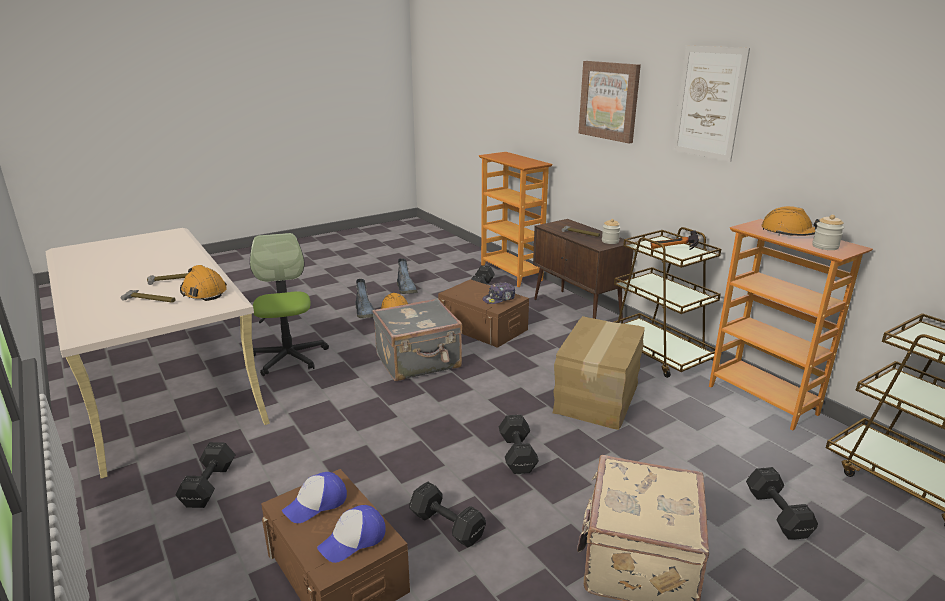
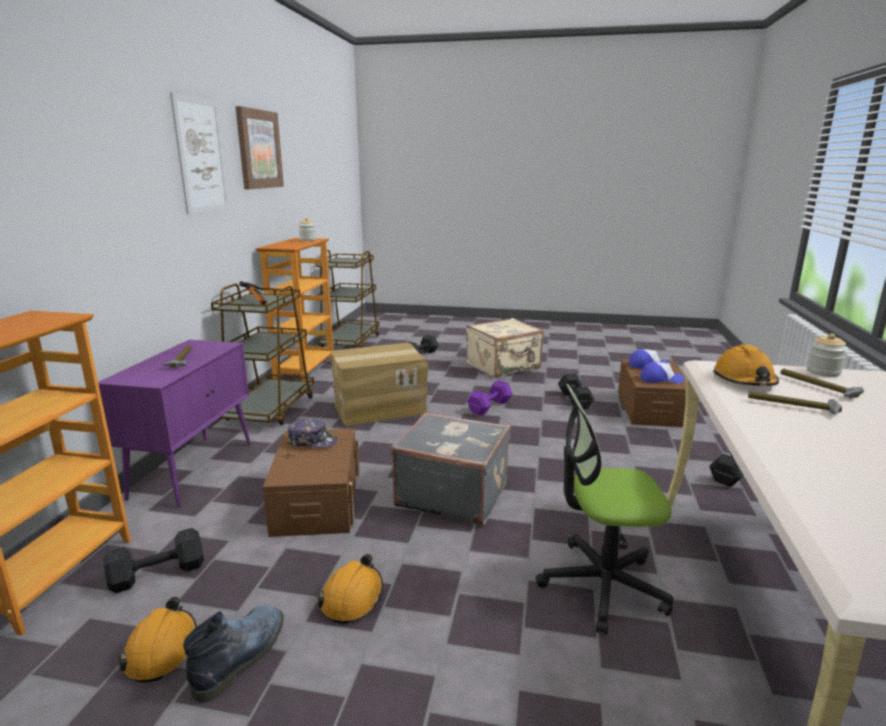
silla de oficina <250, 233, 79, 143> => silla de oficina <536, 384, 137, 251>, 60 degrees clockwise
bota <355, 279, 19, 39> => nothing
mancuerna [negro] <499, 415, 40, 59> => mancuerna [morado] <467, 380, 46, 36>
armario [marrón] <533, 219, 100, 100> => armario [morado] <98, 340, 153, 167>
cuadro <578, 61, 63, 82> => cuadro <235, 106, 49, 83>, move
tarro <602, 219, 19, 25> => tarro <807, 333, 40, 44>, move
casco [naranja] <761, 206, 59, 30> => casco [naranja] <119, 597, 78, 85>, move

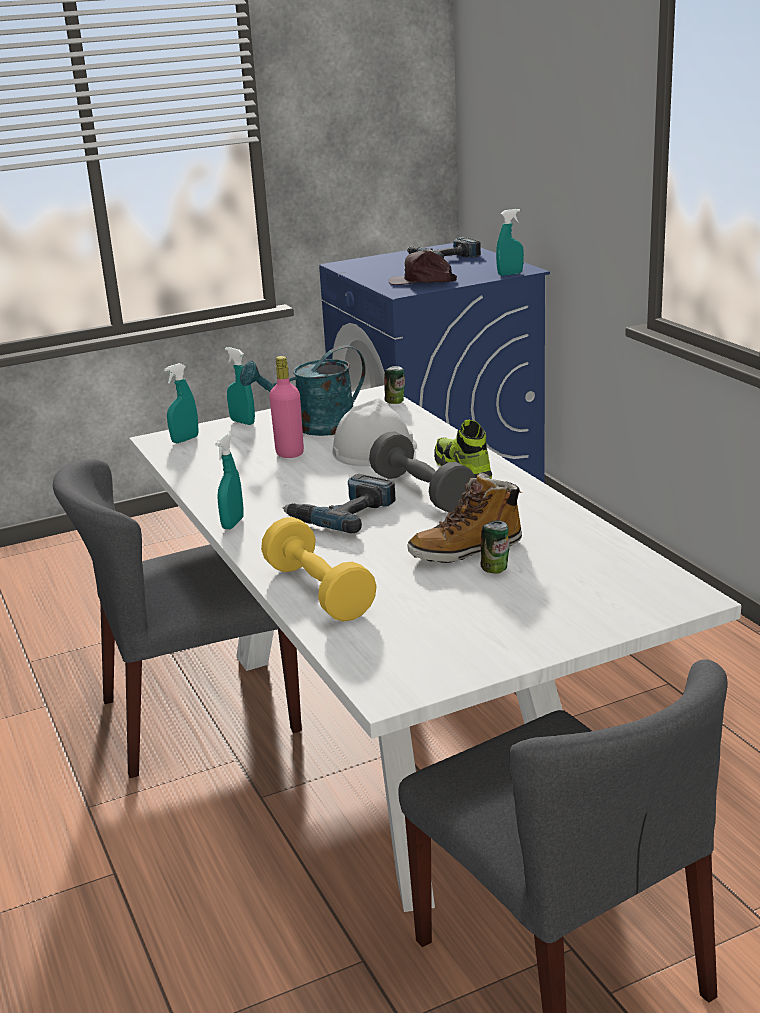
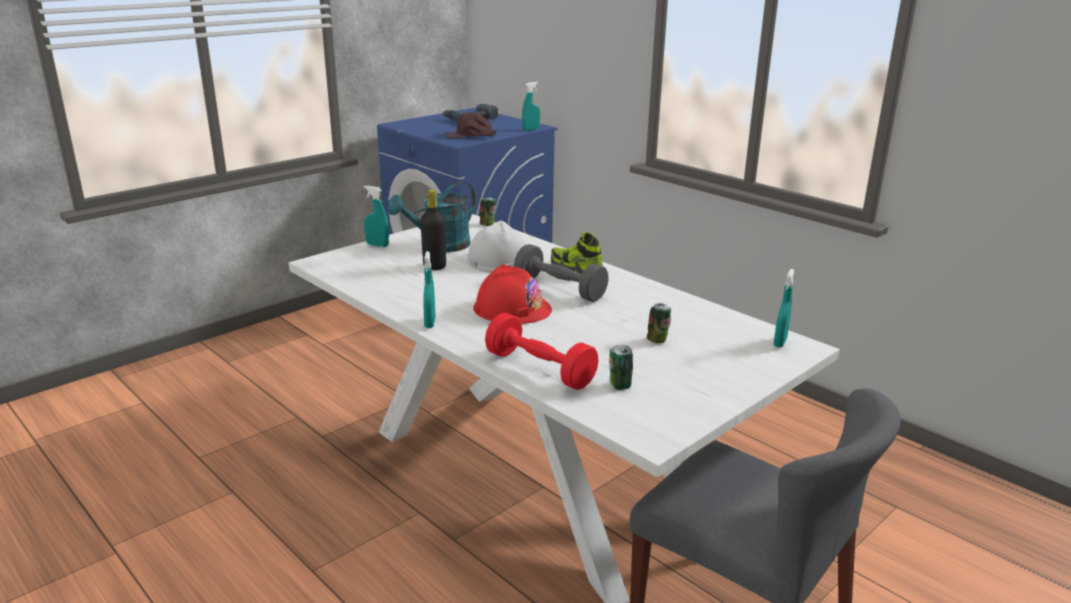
silla [gris] <53, 458, 249, 320> => nothing
pulverizador [turquesa] <164, 363, 34, 80> => pulverizador [turquesa] <773, 269, 21, 78>, move
mancuerna [amarillo] <261, 517, 116, 105> => mancuerna [rojo] <485, 313, 113, 77>
botella [rosa] <269, 356, 35, 102> => botella [negro] <420, 190, 26, 80>
taladro <282, 474, 114, 59> => casco [rojo] <473, 264, 79, 60>
bota <407, 472, 115, 91> => nothing
nothing => lata <609, 345, 24, 45>

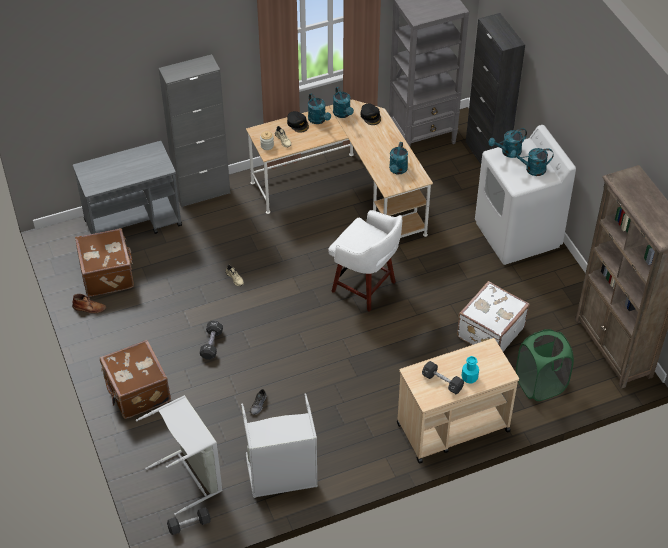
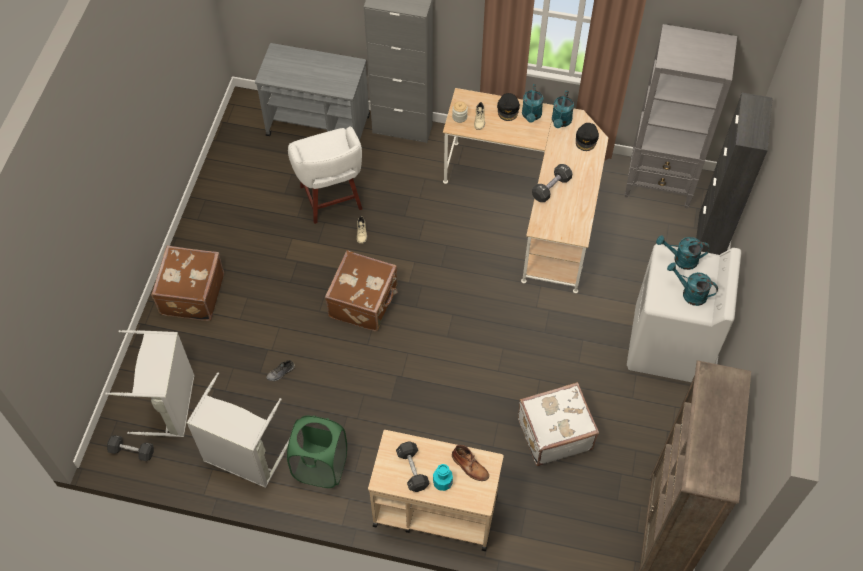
bota [marrón] <72, 294, 34, 19> => bota [marrón] <452, 445, 37, 36>, move
maleta [marrón] <75, 228, 59, 69> => maleta [marrón] <325, 250, 73, 81>, move
mancuerna [negro] <200, 321, 23, 39> => mancuerna [negro] <532, 164, 41, 38>, move
taburete [blanco] <329, 210, 73, 102> => taburete [blanco] <288, 126, 74, 98>, move
regadera [turquesa] <389, 142, 19, 33> => nothing
cesto de la ropa [verde] <516, 329, 58, 72> => cesto de la ropa [verde] <287, 416, 60, 72>, move

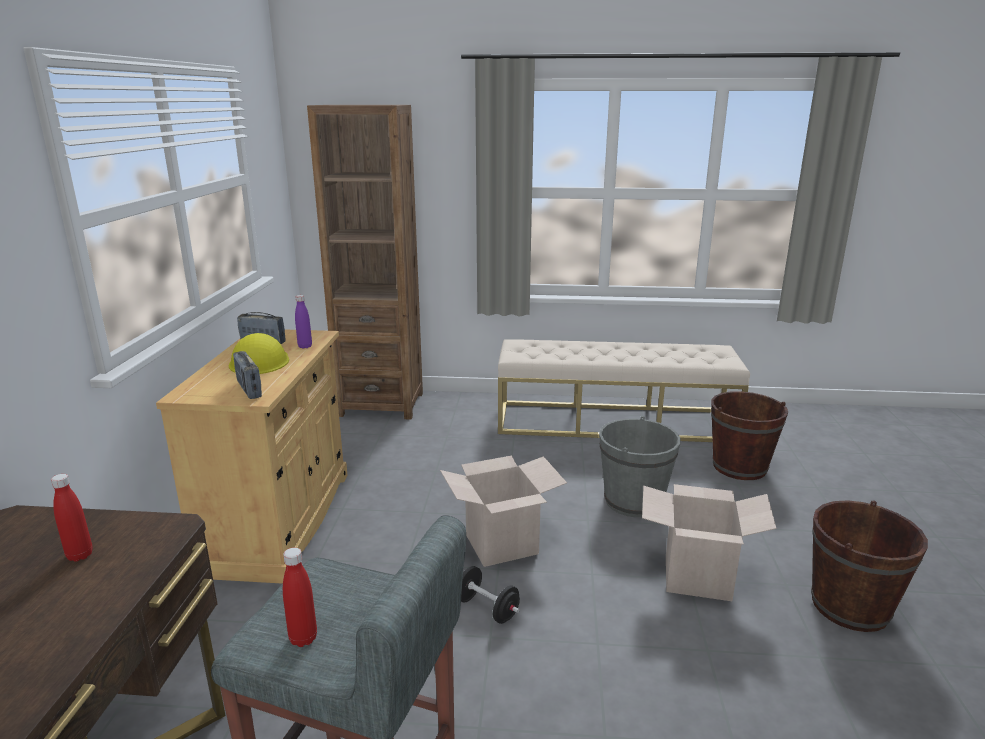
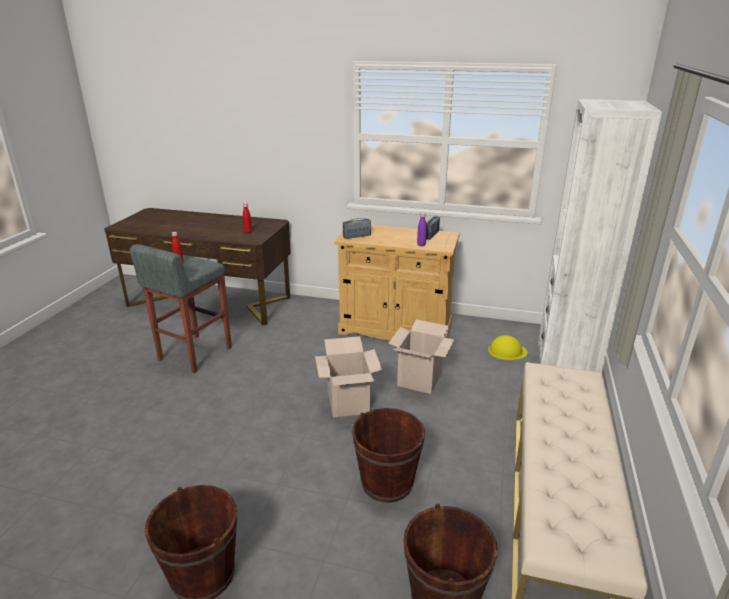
casco [amarillo] <229, 333, 60, 41> => casco [amarillo] <488, 335, 40, 25>, move
estantería [marrón] <307, 105, 116, 315> => estantería [blanco] <538, 99, 124, 273>
mancuerna [negro] <461, 566, 59, 58> => nothing
cubo [gris] <599, 416, 82, 102> => cubo [marrón] <352, 408, 73, 95>
caja de cartón <642, 484, 135, 117> => caja de cartón <389, 320, 66, 74>, move

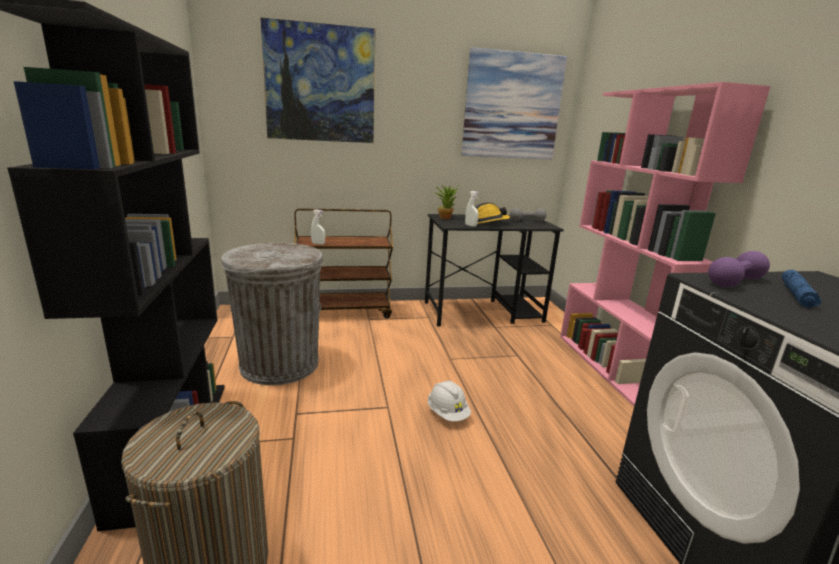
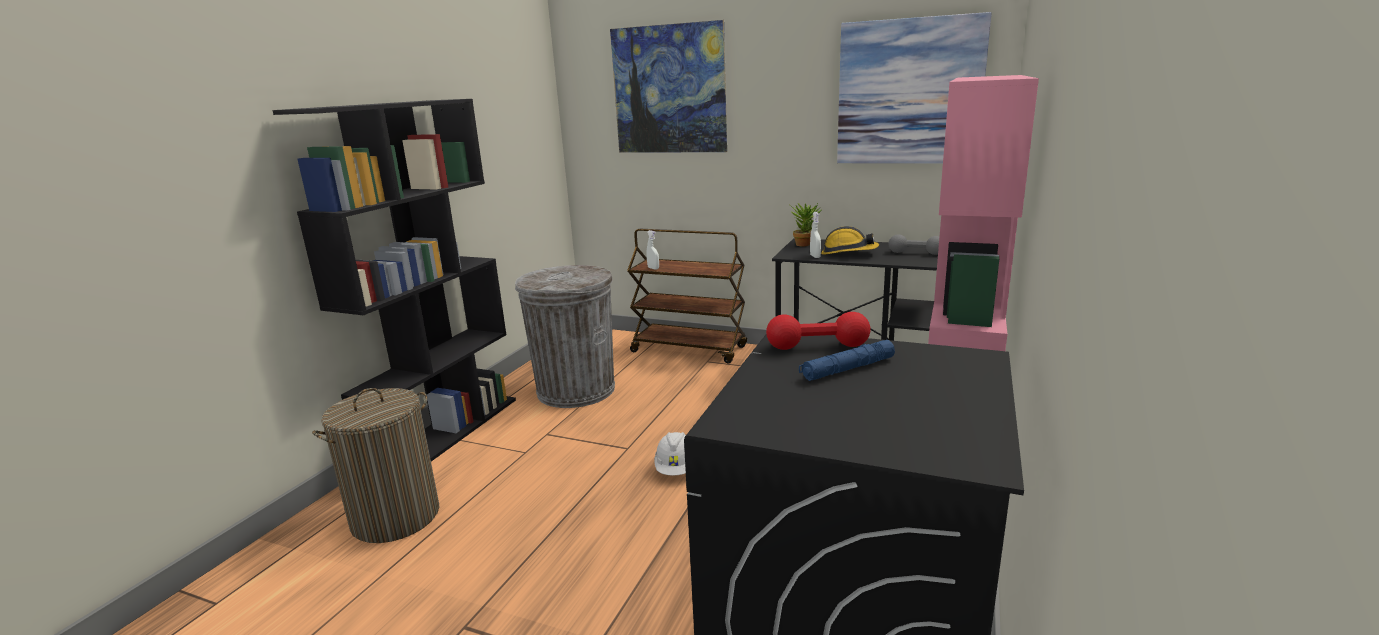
mancuerna [morado] <708, 251, 62, 36> => mancuerna [rojo] <766, 312, 105, 38>

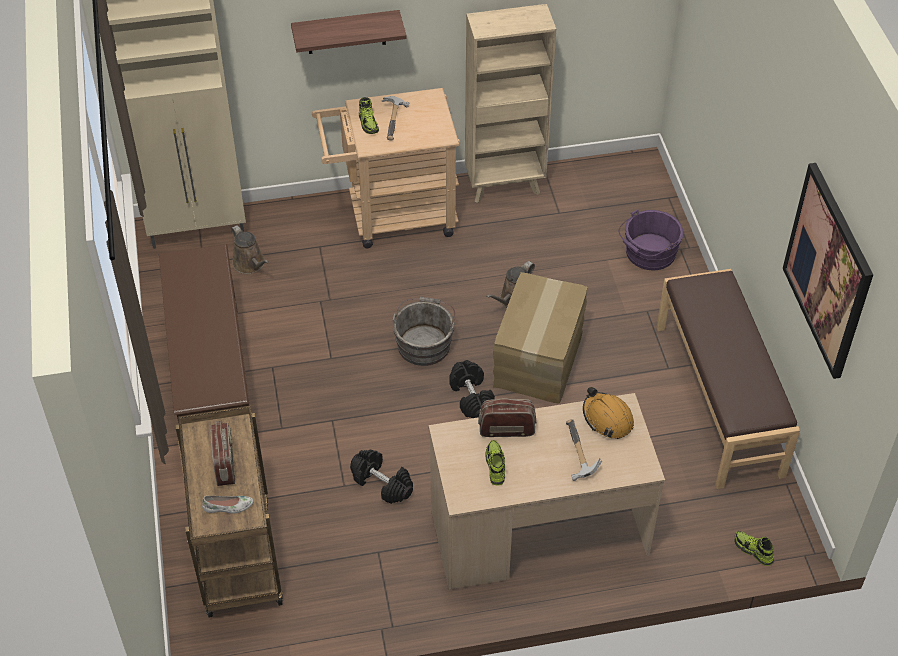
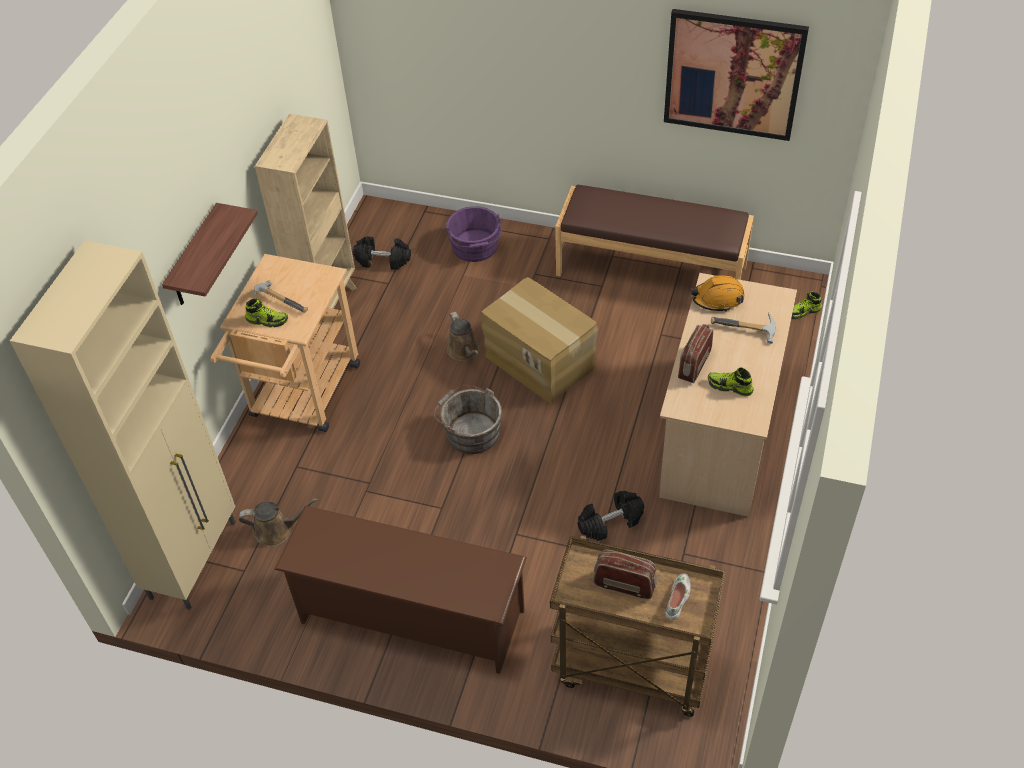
mancuerna [negro] <449, 360, 46, 58> => mancuerna [negro] <353, 236, 58, 34>, move

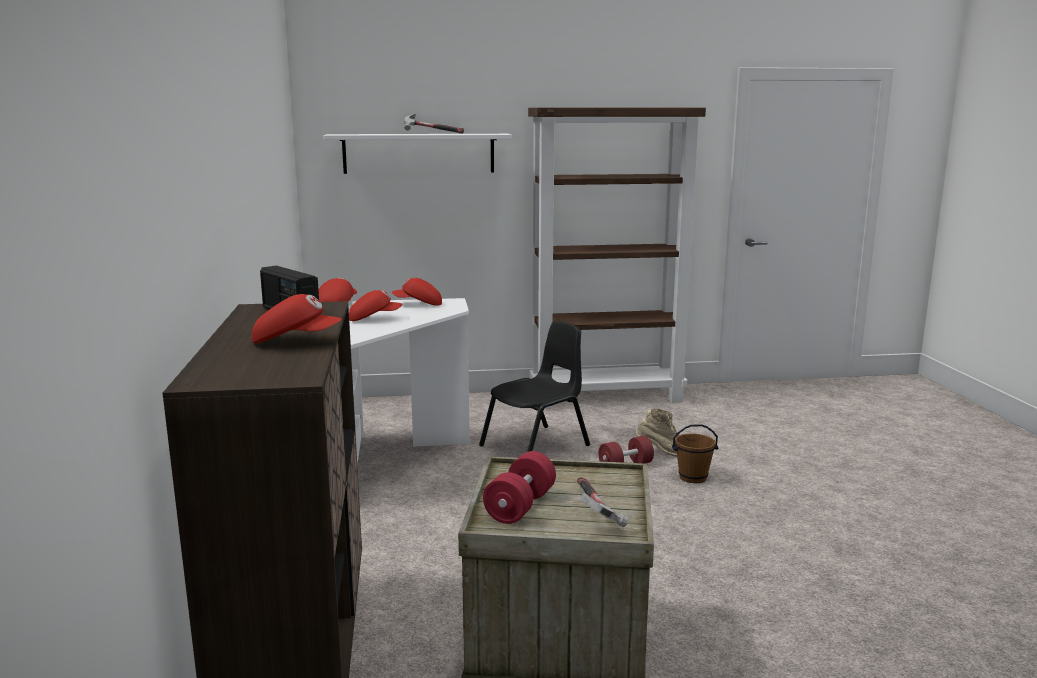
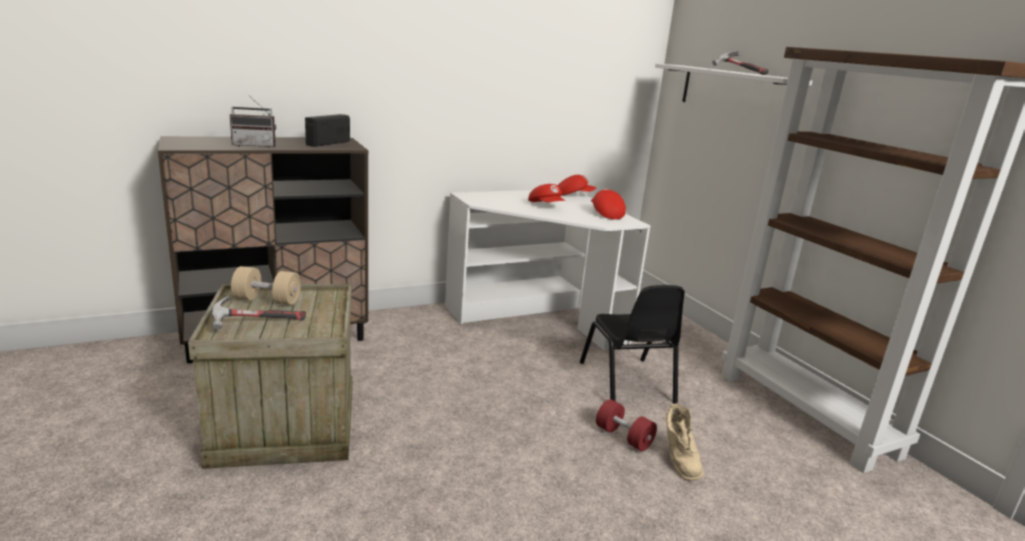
gorra [rojo] <252, 294, 90, 49> => radio <229, 97, 47, 51>
silla [negro] <479, 321, 111, 131> => silla [negro] <580, 285, 105, 119>, 45 degrees clockwise
mancuerna [rojo] <483, 451, 73, 73> => mancuerna [beis] <231, 266, 70, 39>
cubo [marrón] <672, 424, 46, 59> => nothing

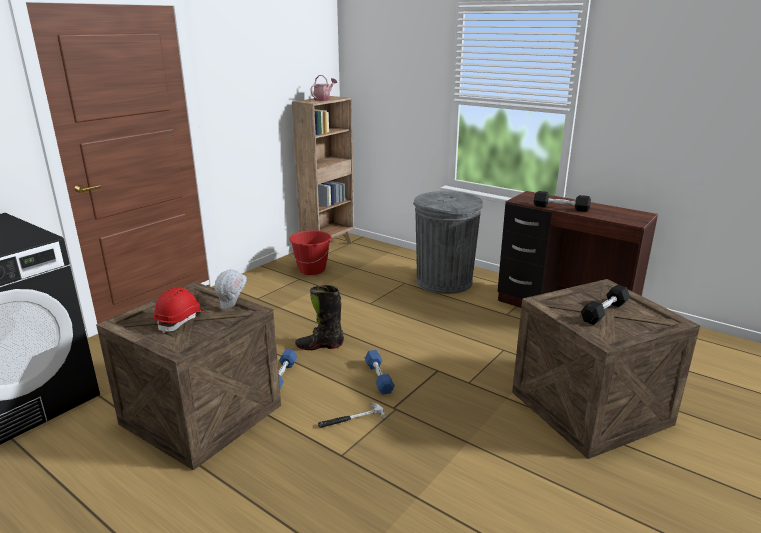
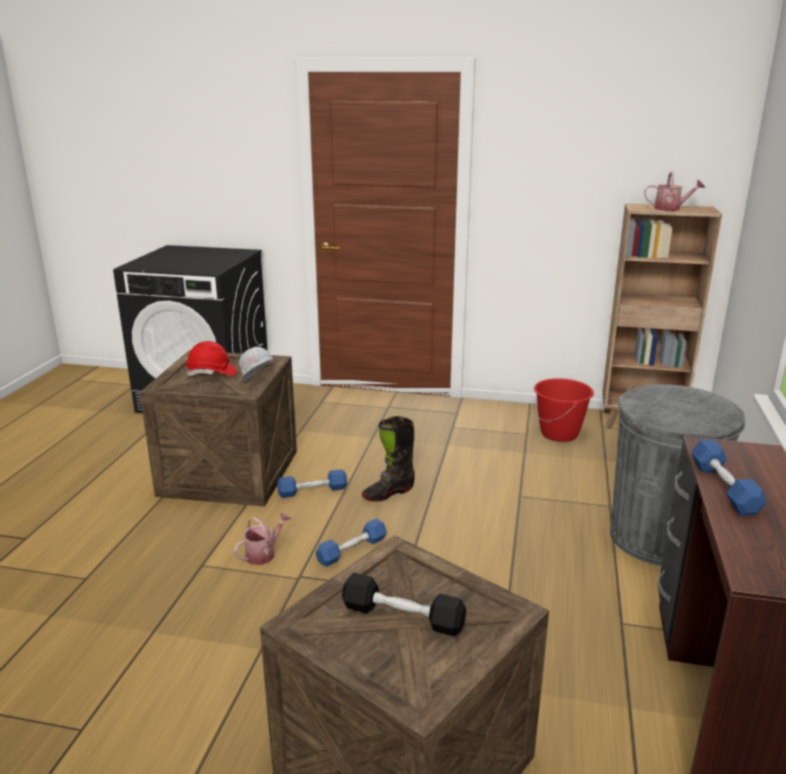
bota [negro] <295, 285, 49, 65> => bota [negro] <362, 416, 53, 86>, 90 degrees counterclockwise
martillo <318, 402, 68, 26> => regadera <234, 512, 57, 53>
mancuerna [negro] <534, 191, 57, 21> => mancuerna [azul] <691, 440, 76, 76>

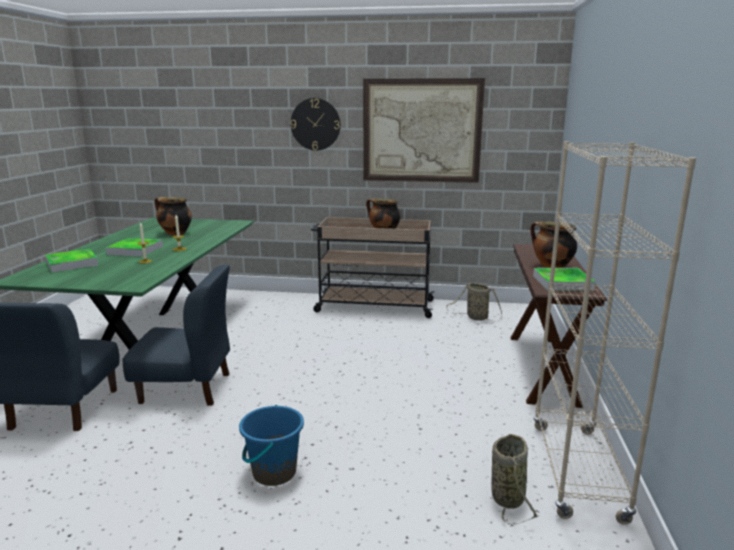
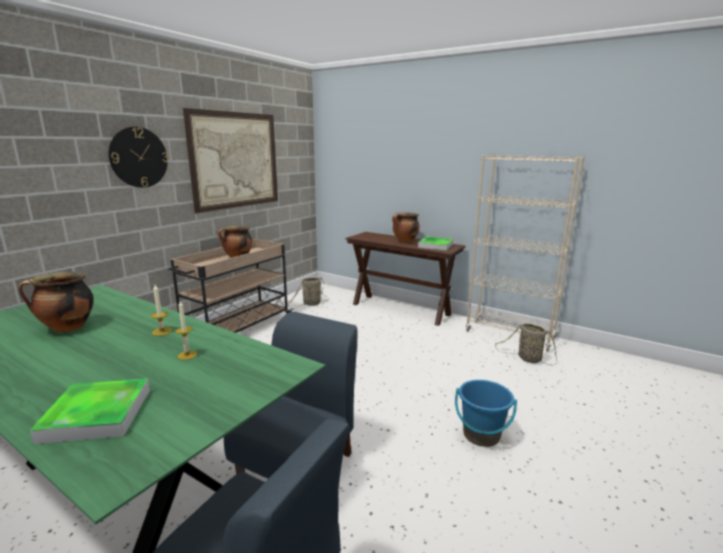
bandeja <106, 238, 57, 19> => nothing

